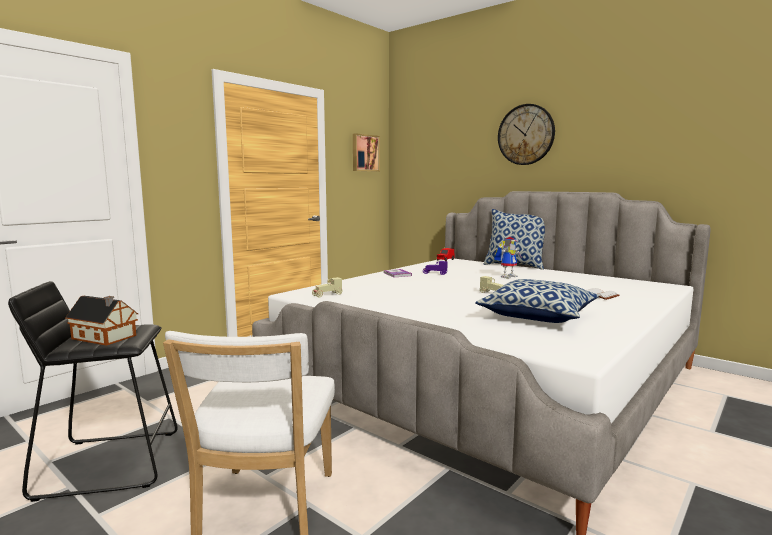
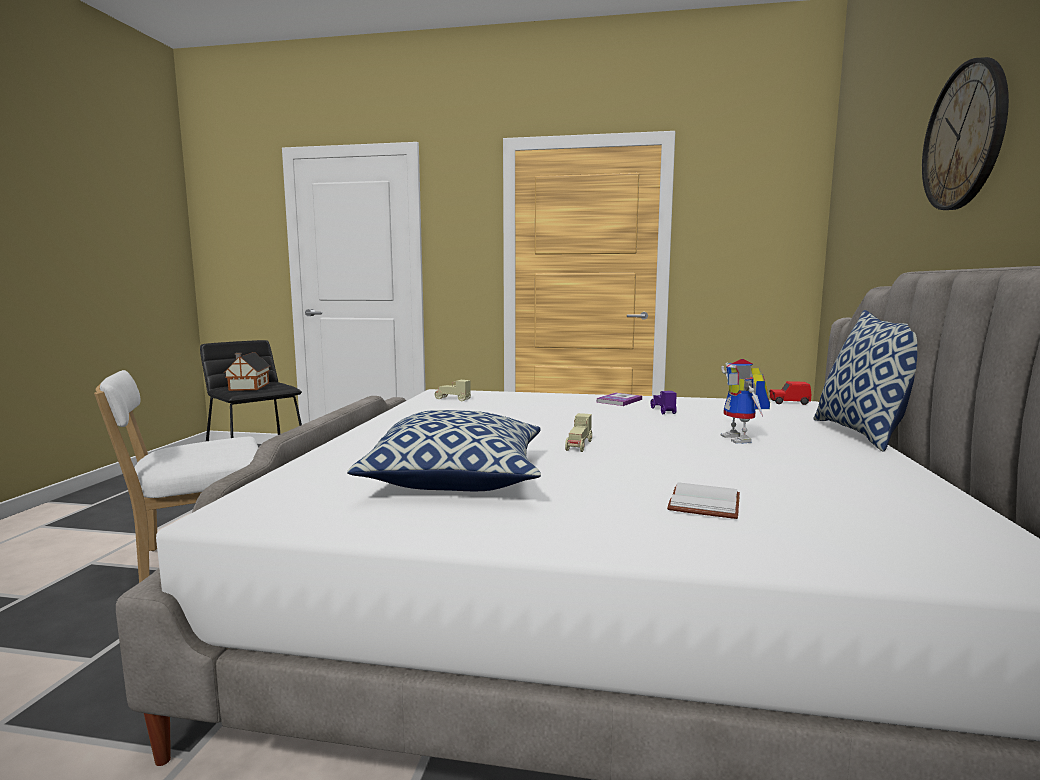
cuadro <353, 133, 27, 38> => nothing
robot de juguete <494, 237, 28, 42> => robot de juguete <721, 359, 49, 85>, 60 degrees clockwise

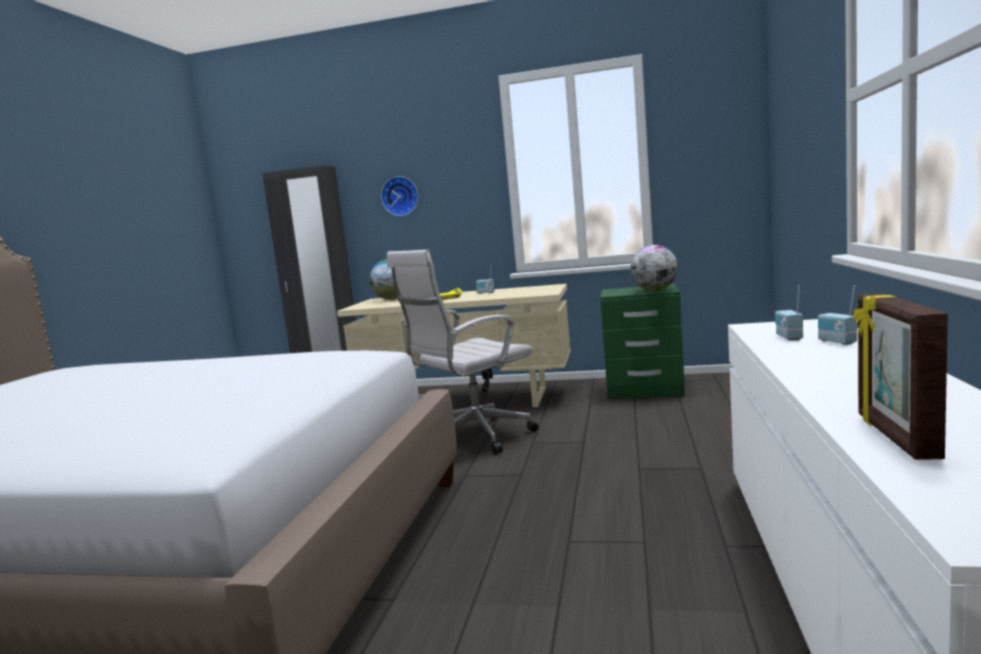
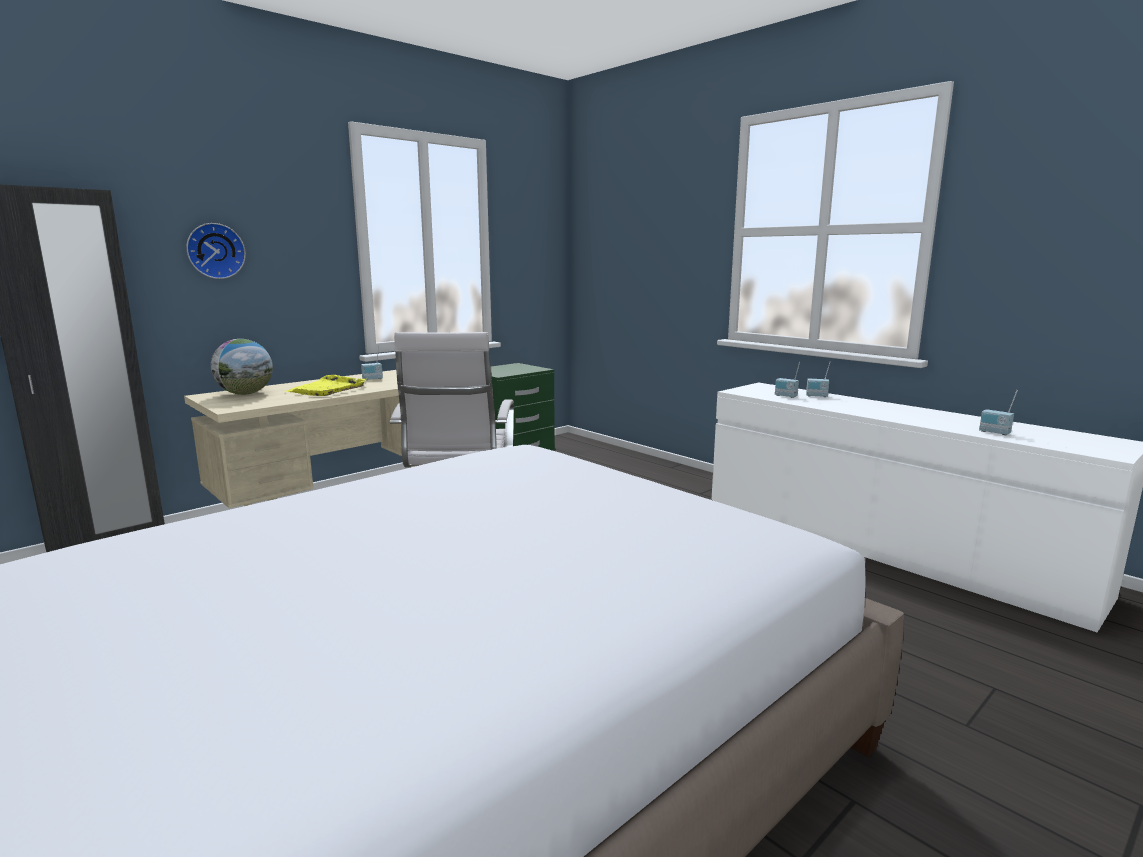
globo terráqueo <631, 245, 47, 46> => nothing
portarretratos <854, 293, 94, 167> => radio <979, 390, 39, 45>

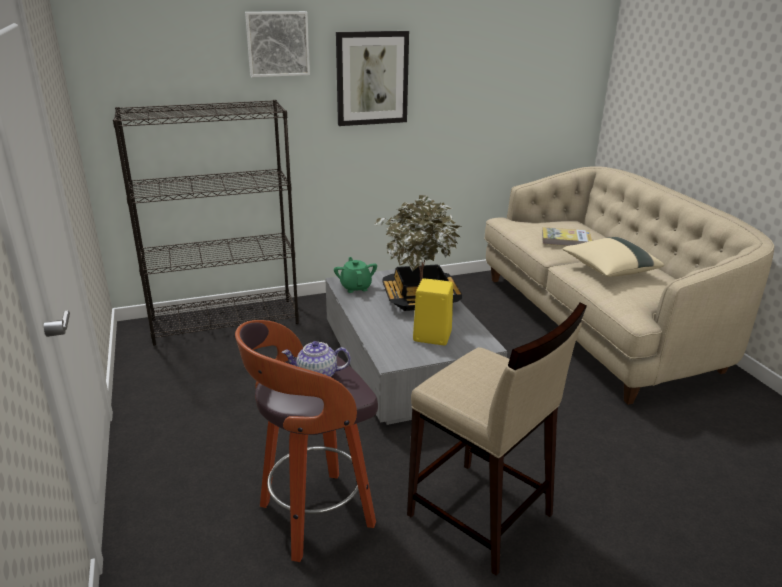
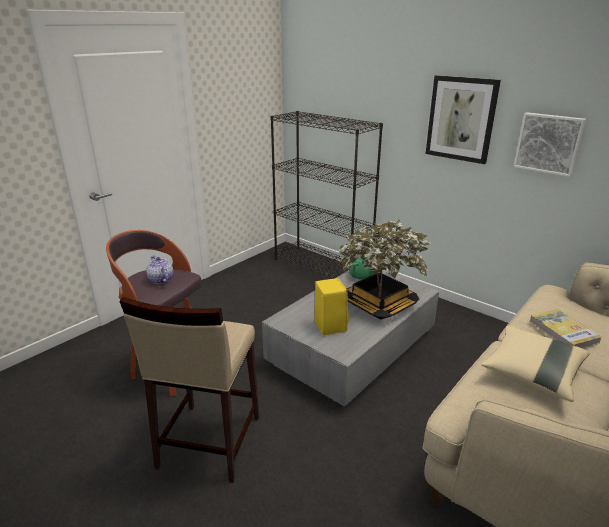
cuadro <245, 11, 65, 66> => cuadro <513, 112, 73, 65>, move

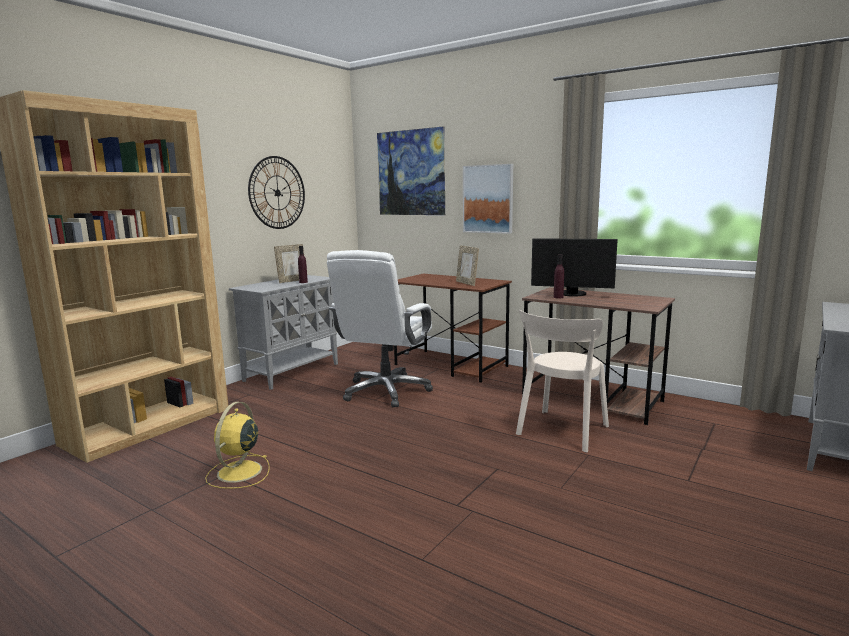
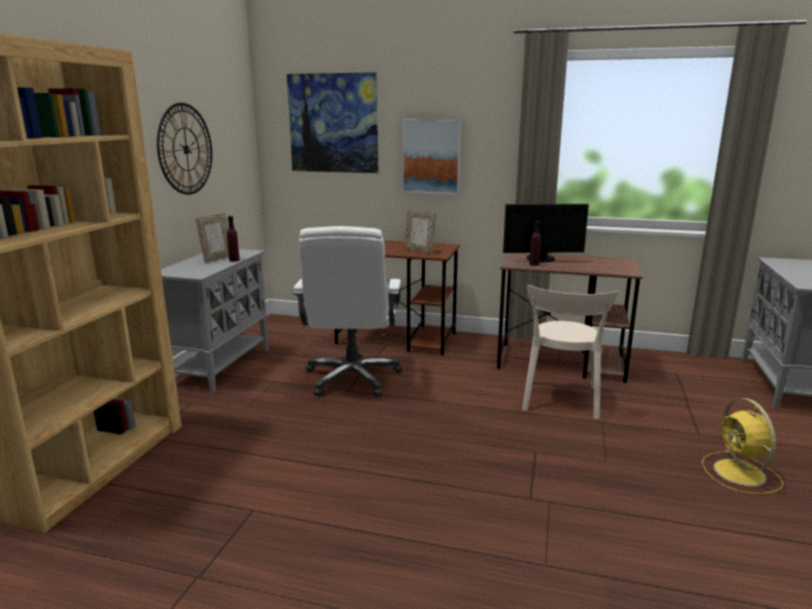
ventilador [amarillo] <205, 402, 64, 87> => ventilador [amarillo] <702, 398, 81, 96>, move

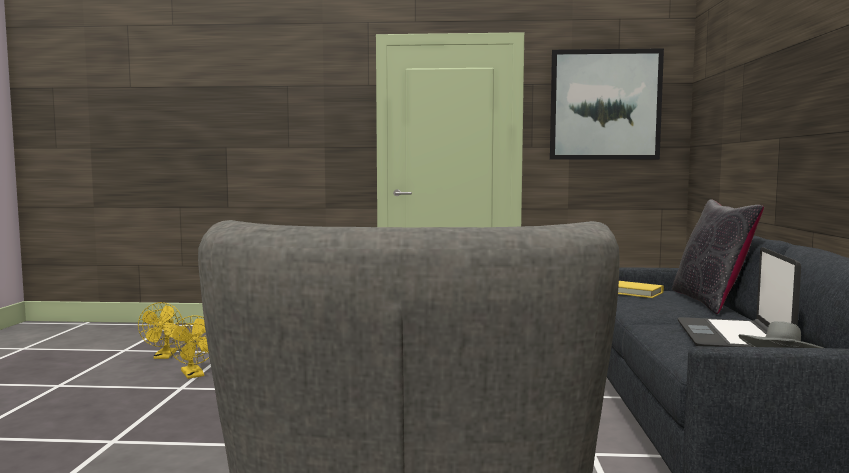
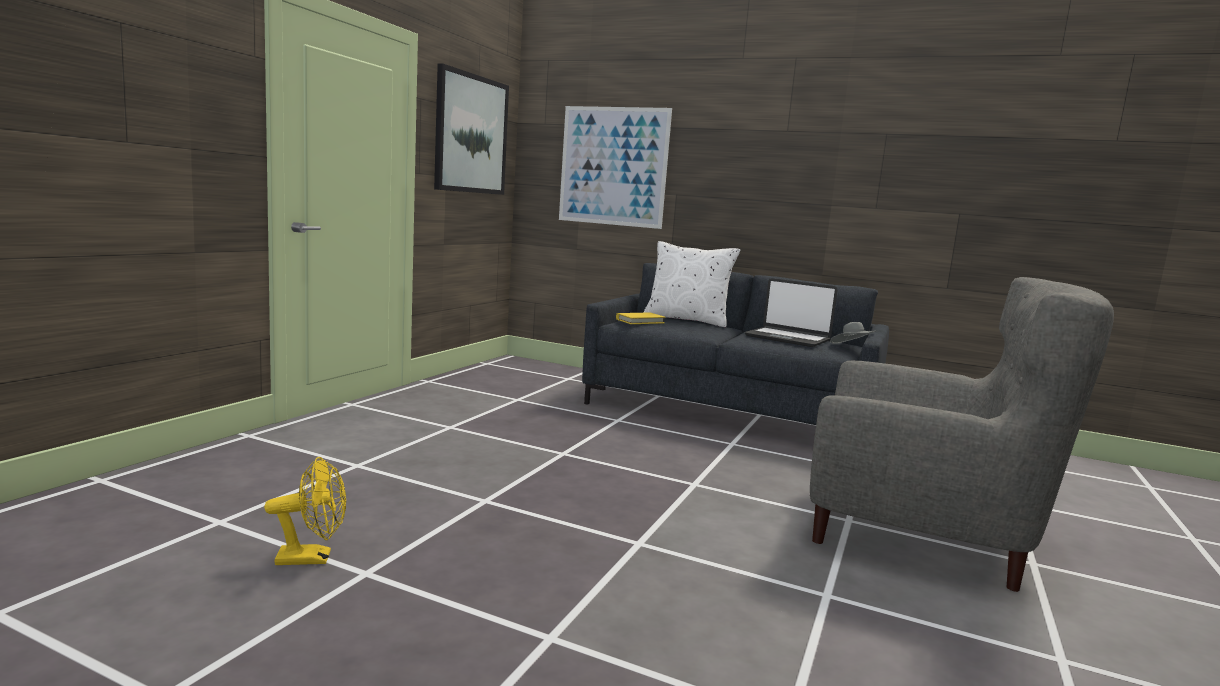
ventilador [amarillo] <138, 302, 45, 57> => nothing
cojín [negro] <672, 199, 92, 115> => cojín [blanco] <643, 241, 97, 86>
nothing => cuadro <559, 106, 113, 123>

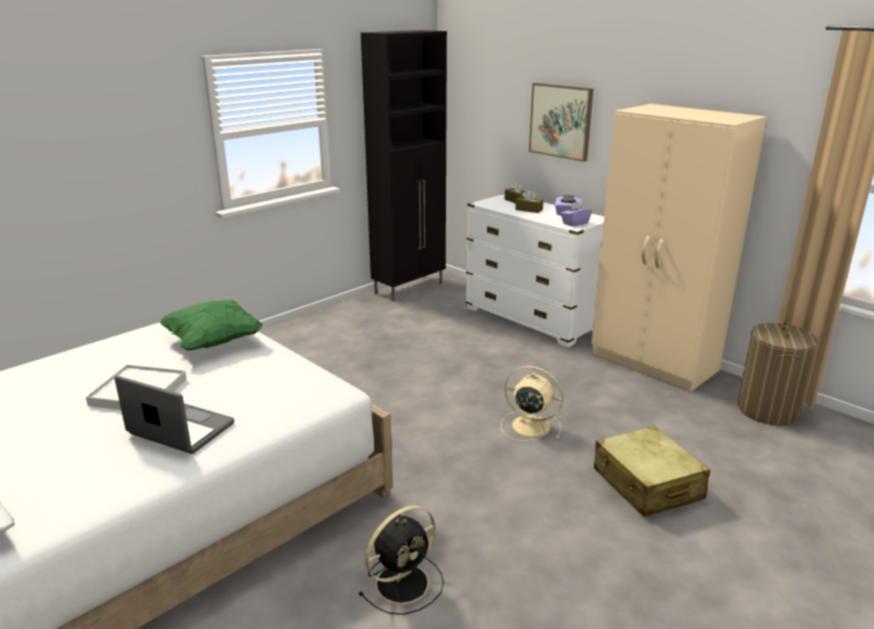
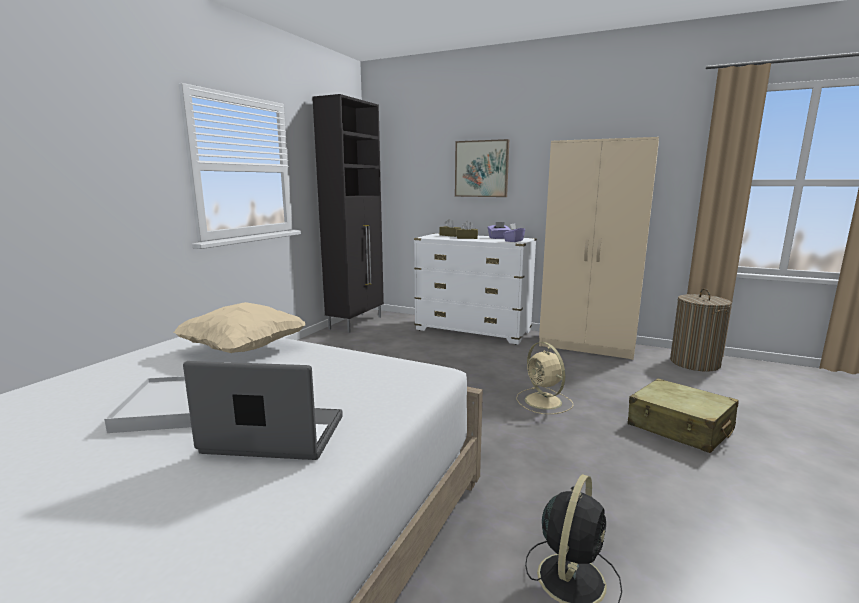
cojín [verde] <160, 300, 103, 51> => cojín [beis] <173, 302, 133, 51>
ventilador [beis] <501, 366, 62, 75> => ventilador [beis] <516, 342, 58, 72>, 120 degrees counterclockwise

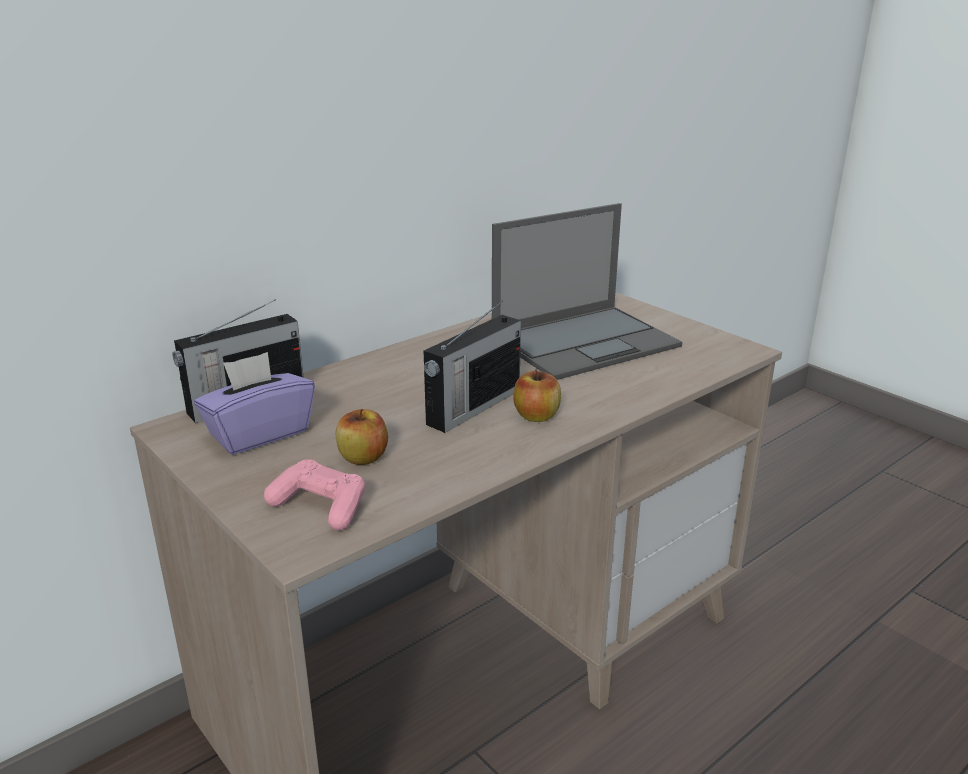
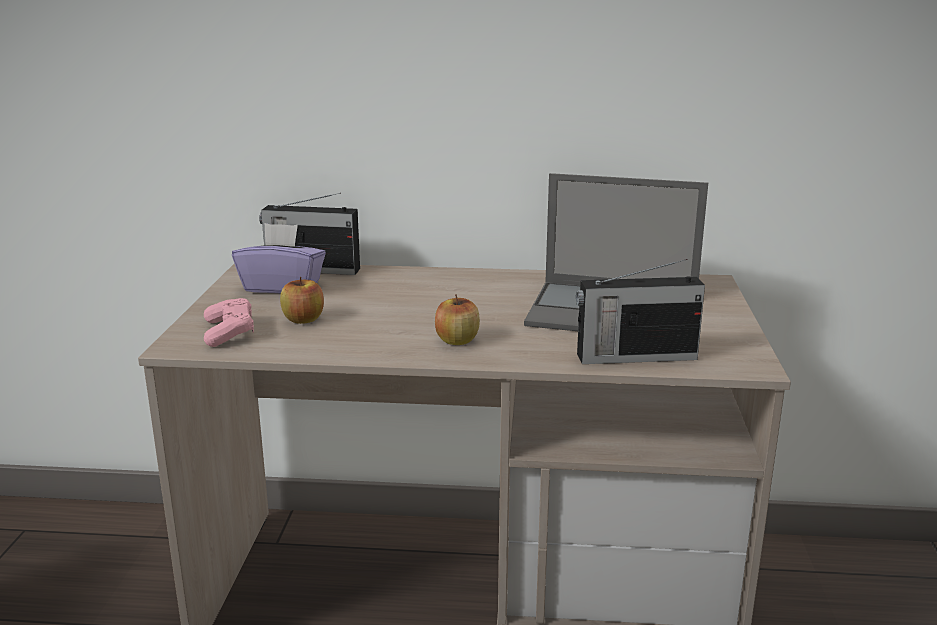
radio <424, 301, 97, 132> => radio <576, 259, 129, 105>, move

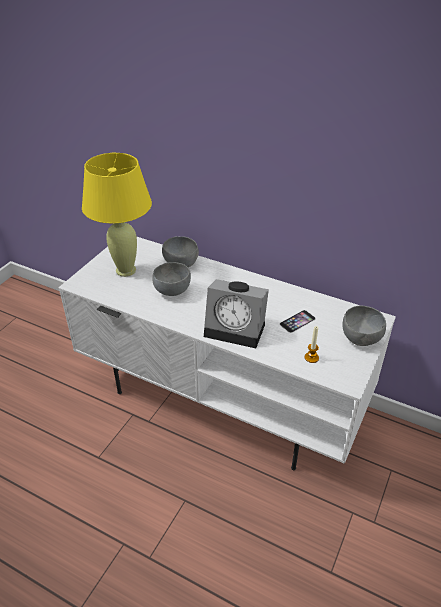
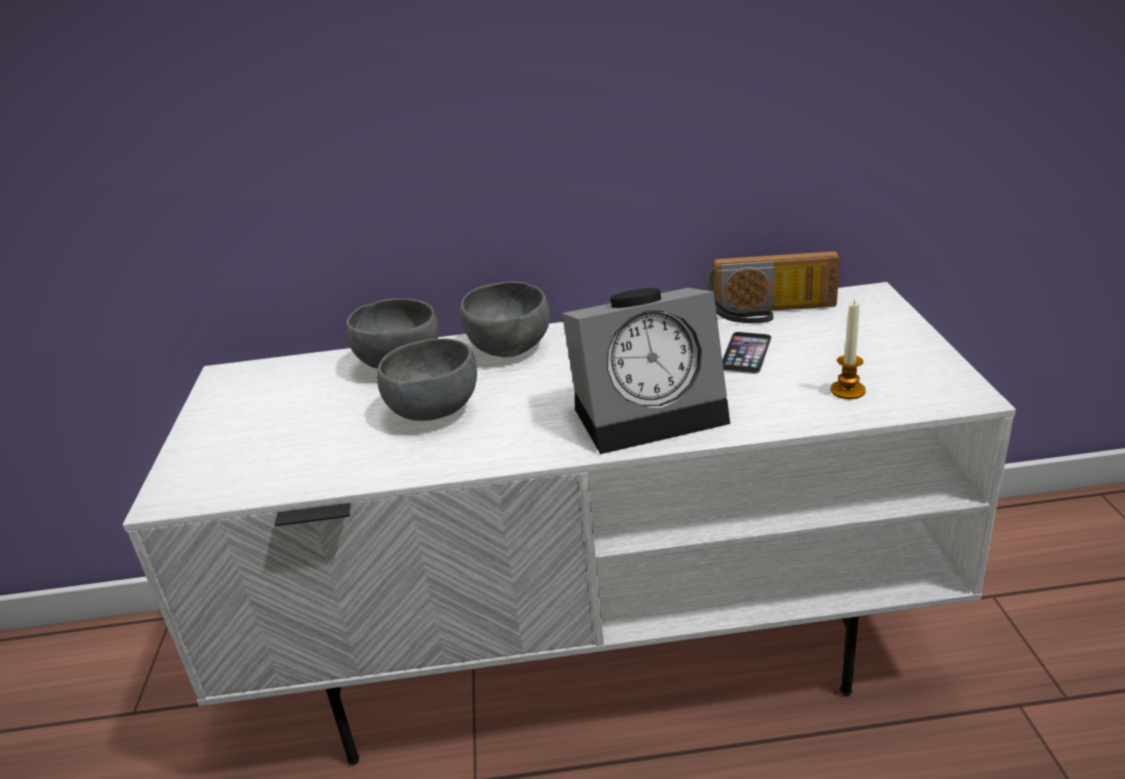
lámpara de mesa [amarillo] <82, 153, 70, 124> => nothing
cuenco [gris] <343, 306, 43, 40> => cuenco [gris] <460, 282, 90, 75>, move
nothing => radio <706, 251, 134, 72>

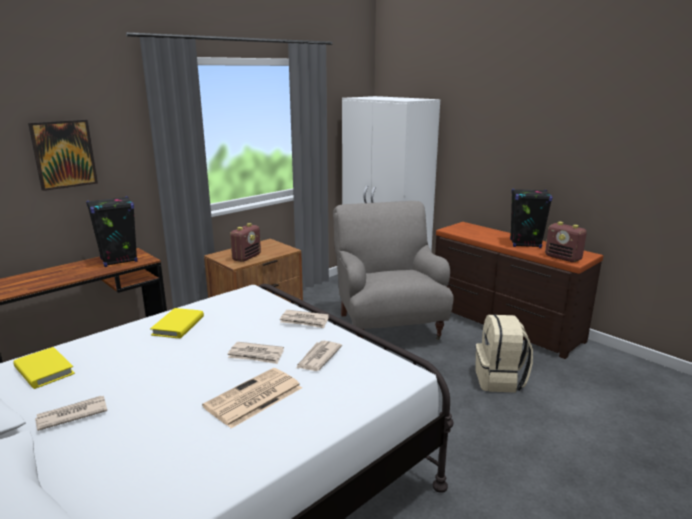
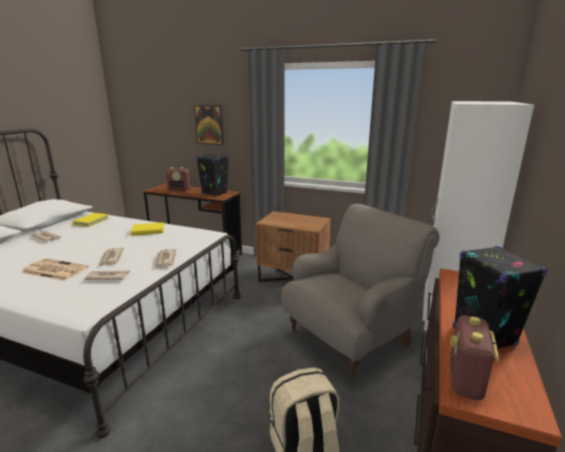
radio <230, 223, 31, 39> => radio <166, 167, 24, 24>, move

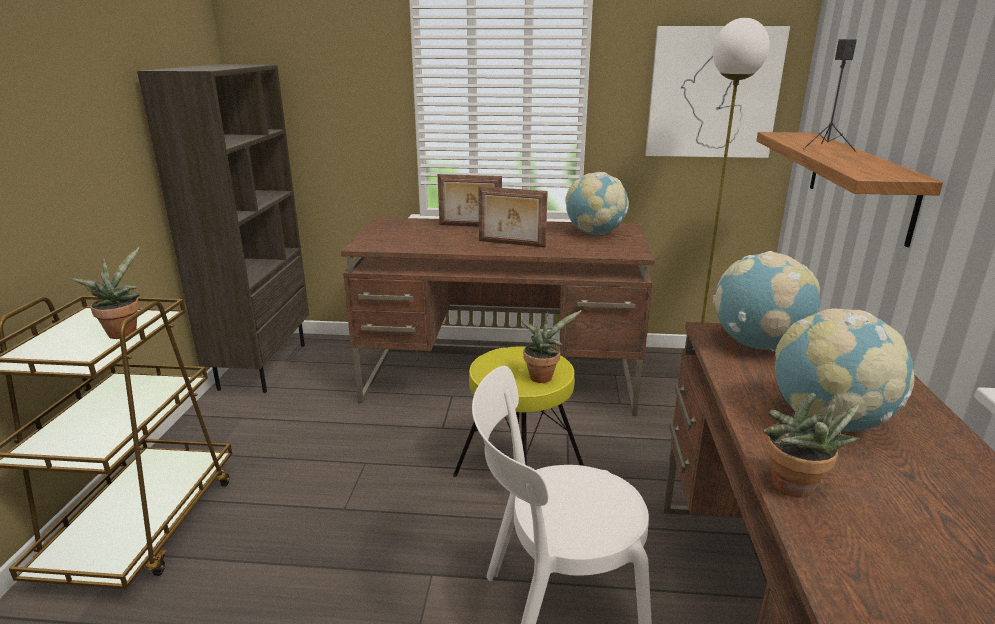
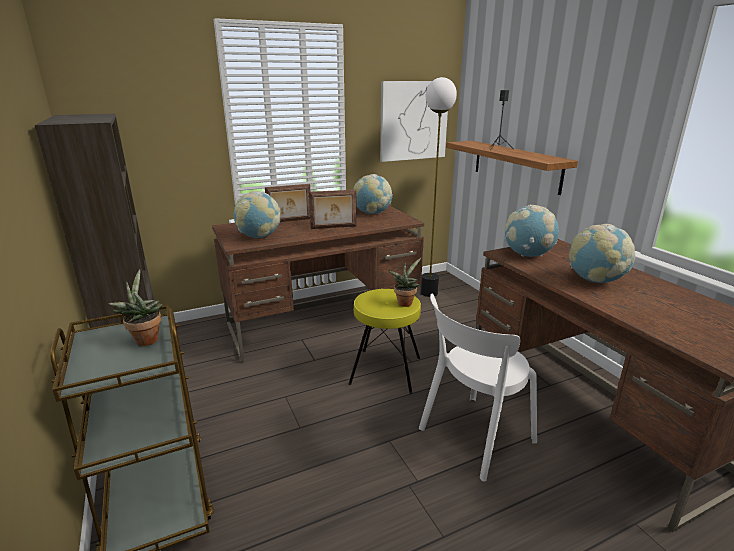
planta en maceta <764, 393, 96, 105> => nothing
nothing => globo terráqueo <234, 191, 47, 47>

